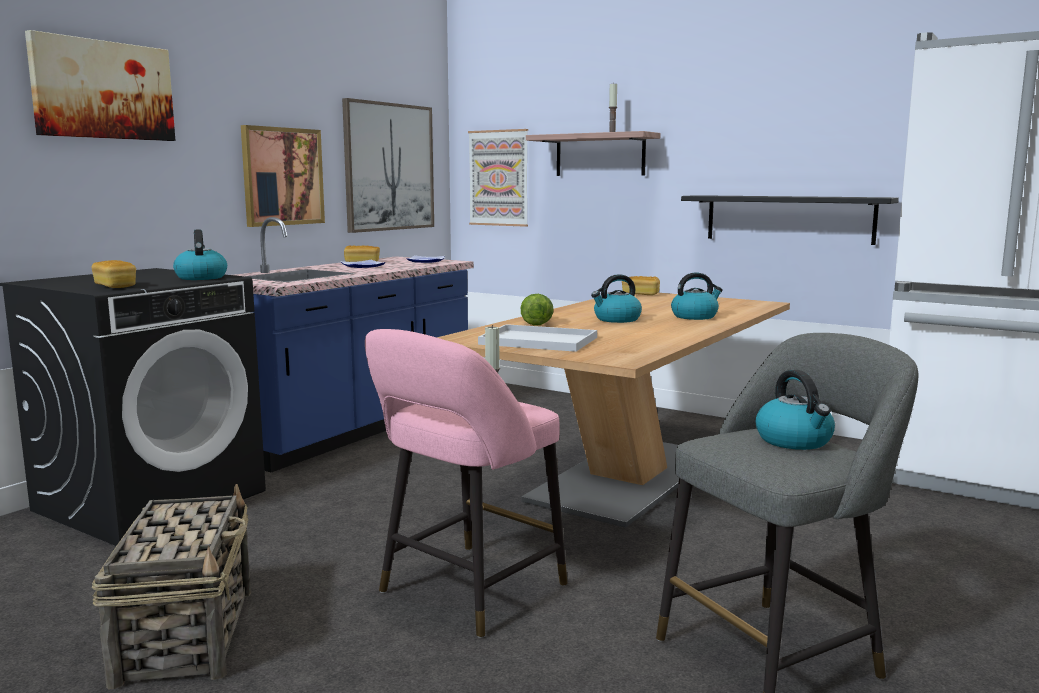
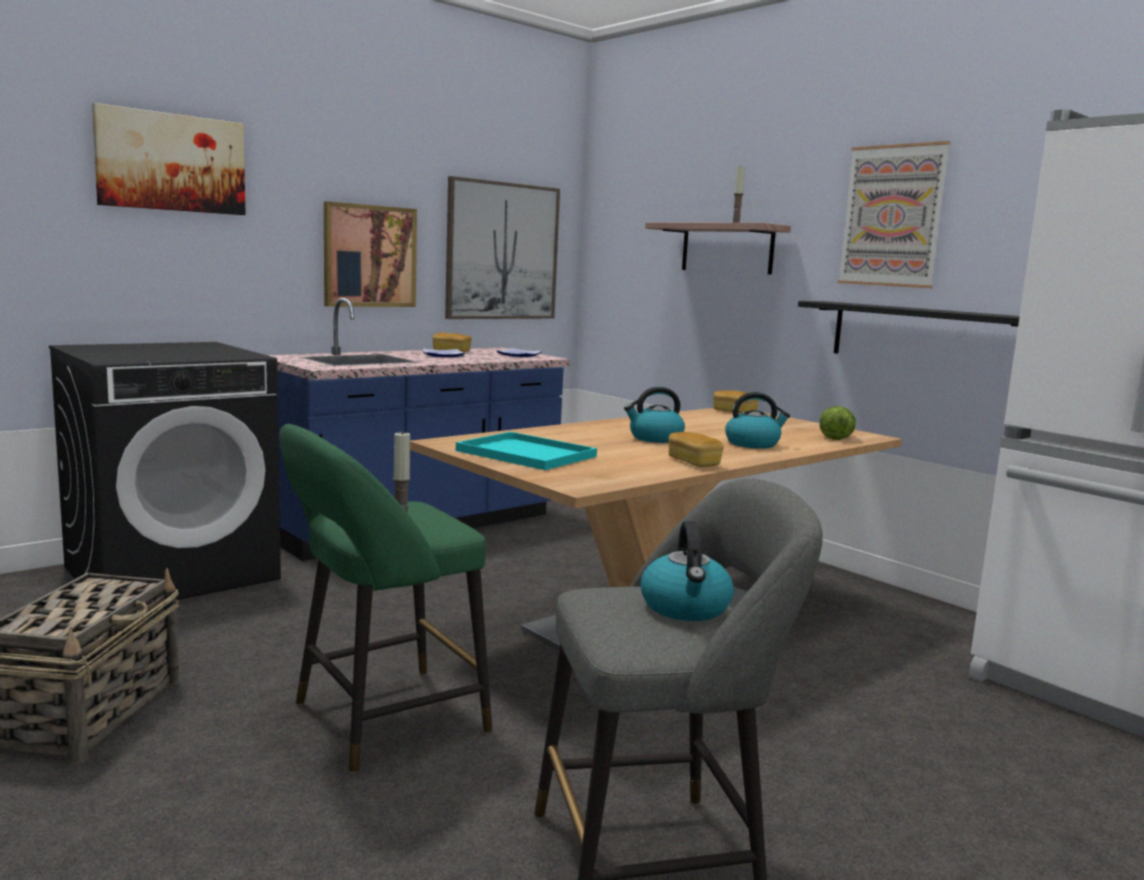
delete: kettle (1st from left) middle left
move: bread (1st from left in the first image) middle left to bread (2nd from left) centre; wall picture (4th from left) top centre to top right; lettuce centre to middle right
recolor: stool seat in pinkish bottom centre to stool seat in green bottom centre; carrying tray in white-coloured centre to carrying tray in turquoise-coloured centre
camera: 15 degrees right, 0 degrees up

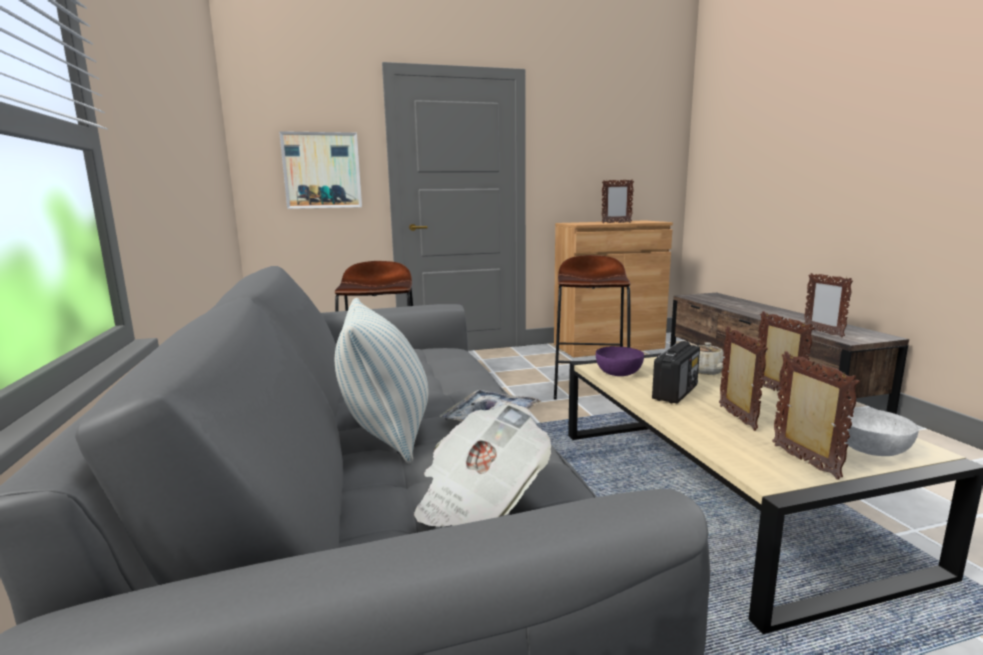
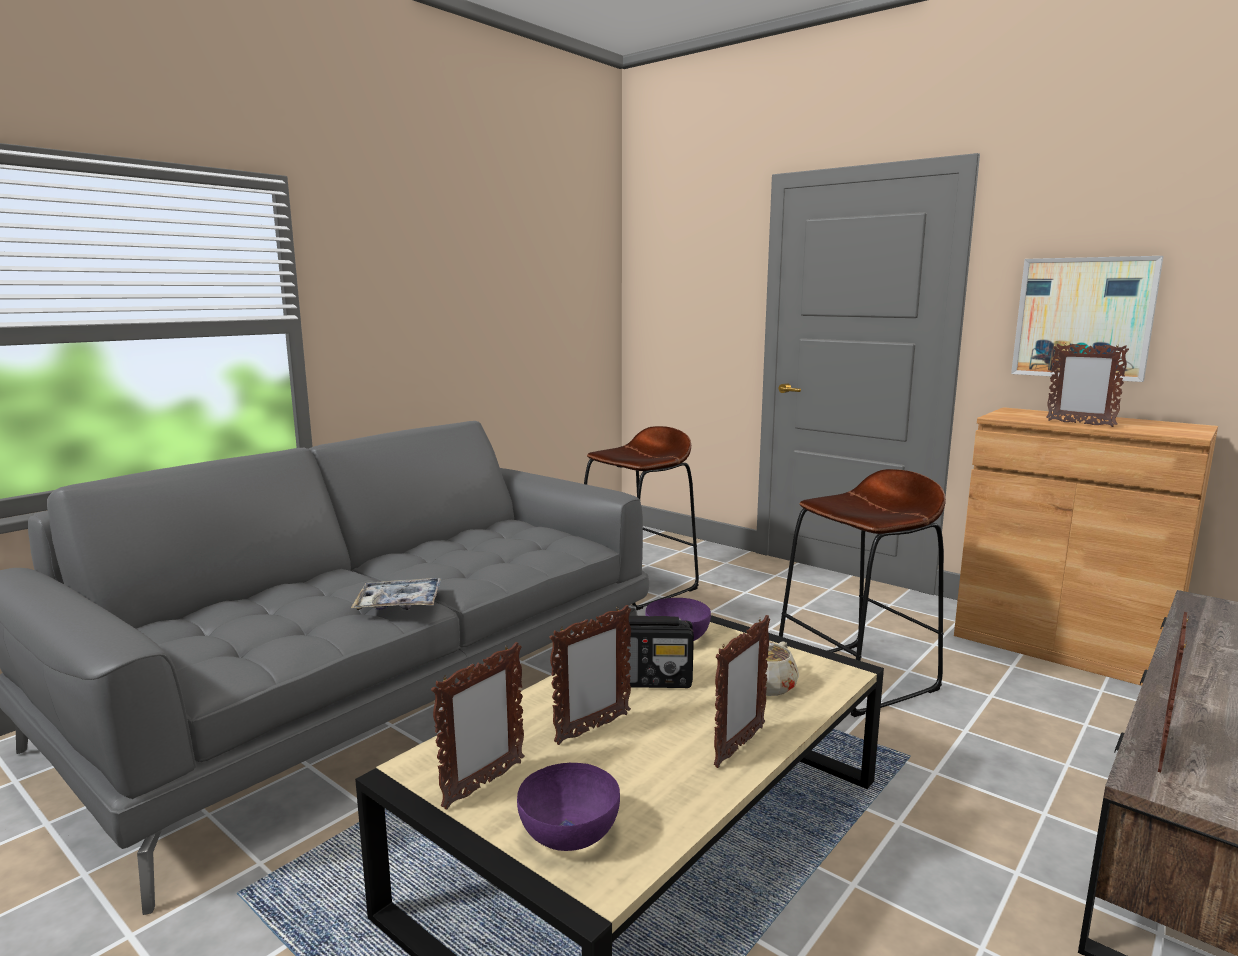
delete: pillow centre; daily paper bottom centre
move: wall picture top left to middle right
recolor: serving bowl in white-coloured middle right to serving bowl in purplish (1st from left) bottom centre
camera: 55 degrees right, 0 degrees up

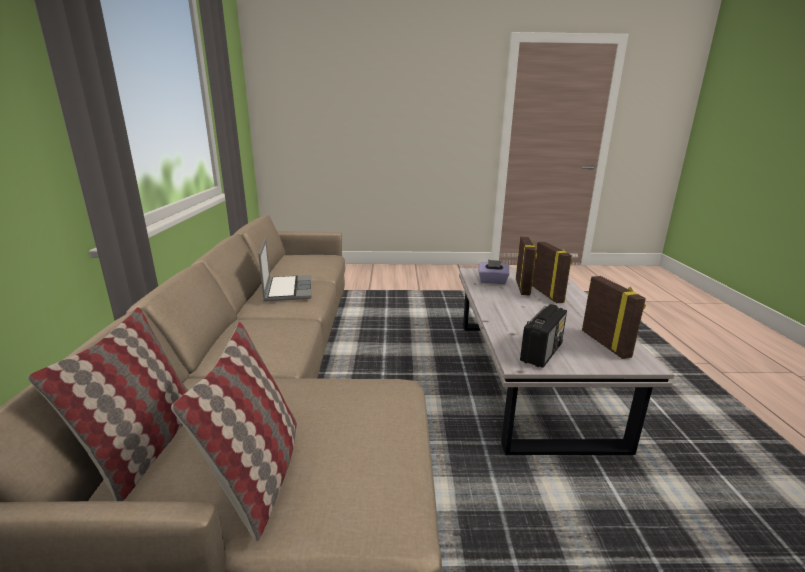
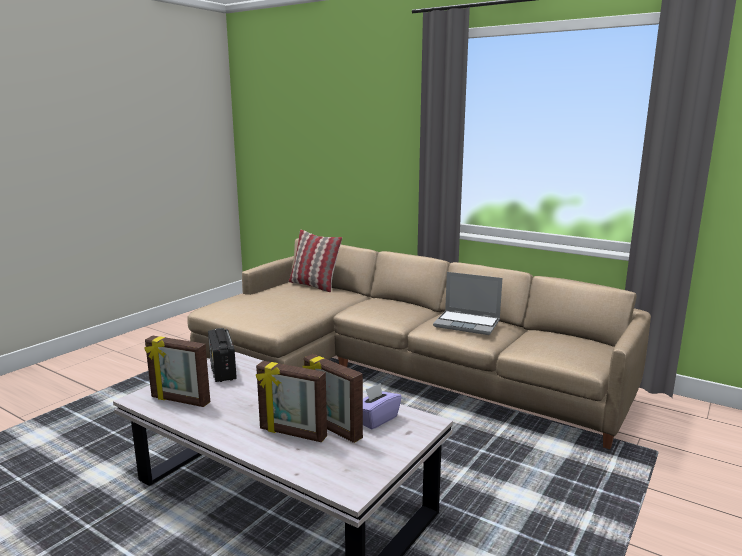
delete: pillow (2nd from left) bottom left
camera: 125 degrees right, 5 degrees down

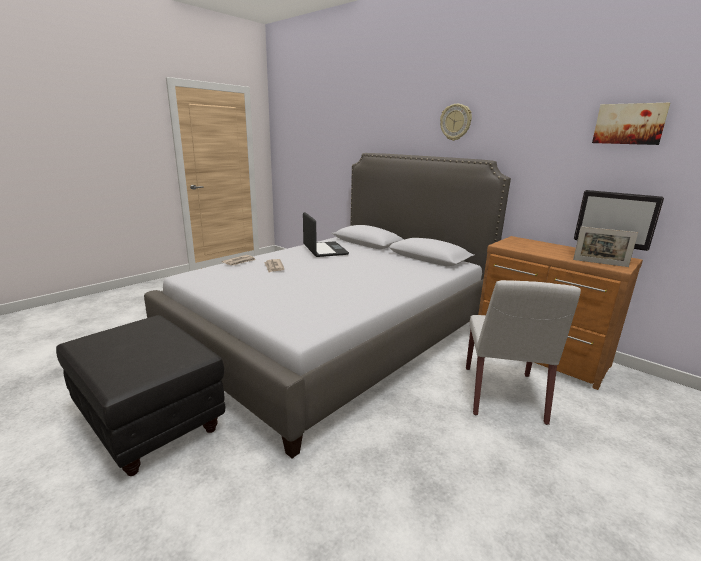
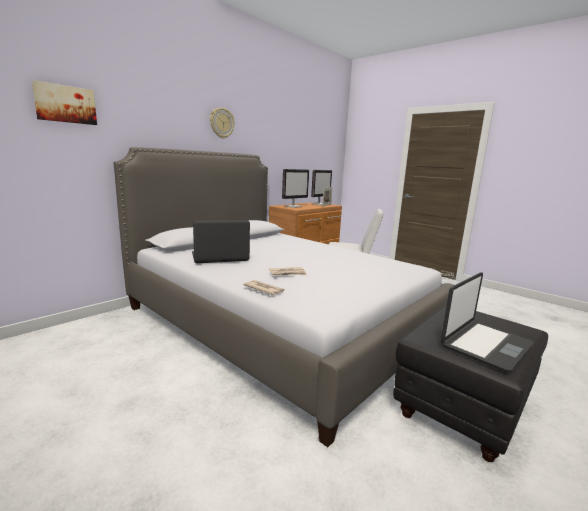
insert: computer display (1st from left) centre; laptop (2nd from left) middle right
move: wall picture top right to top left
camera: 90 degrees left, 5 degrees down

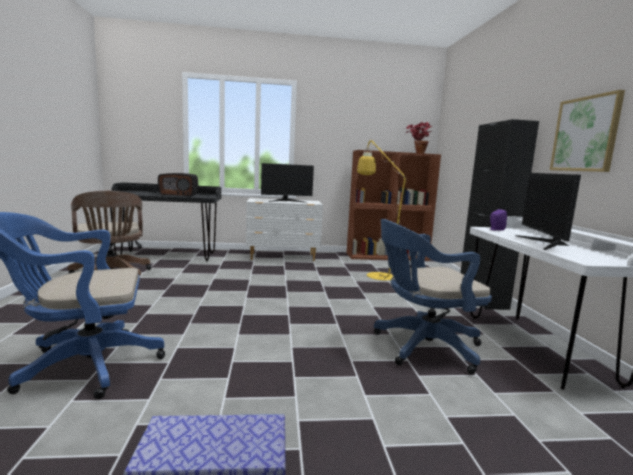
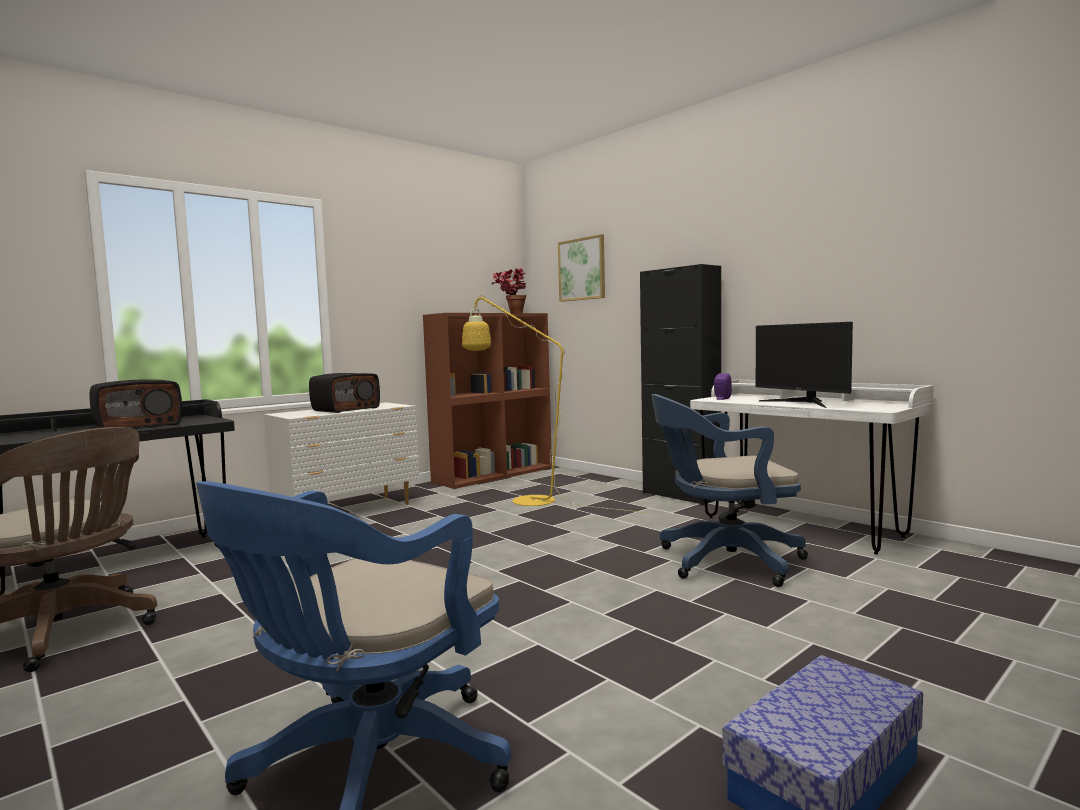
move: wall picture top right to top centre
replace: computer display (1st from left) centre to radio set (2nd from left) middle left
rotate: computer chair in blue (2nd from left) middle right = middle right 45 degrees clockwise
camera: 35 degrees left, 5 degrees down

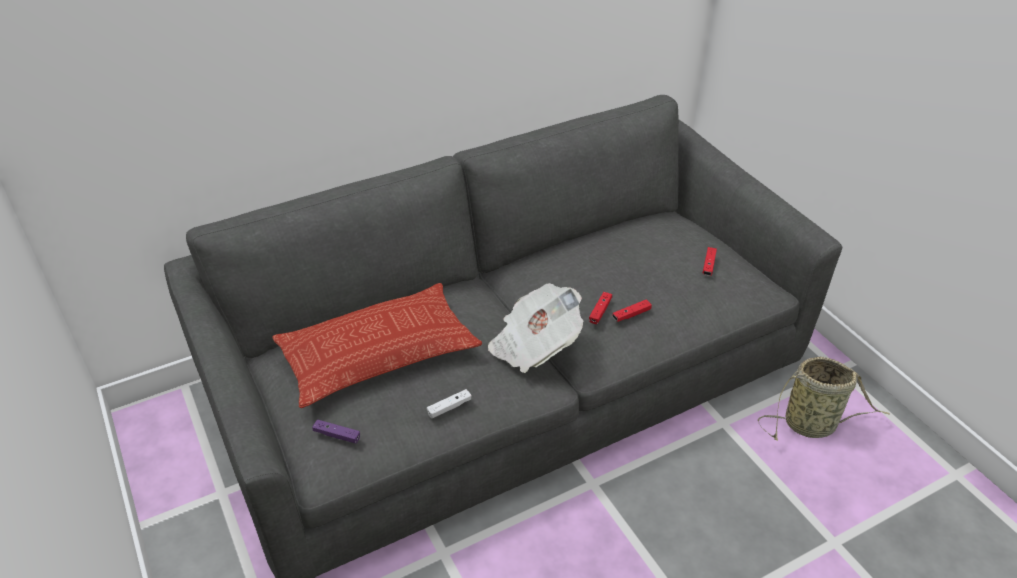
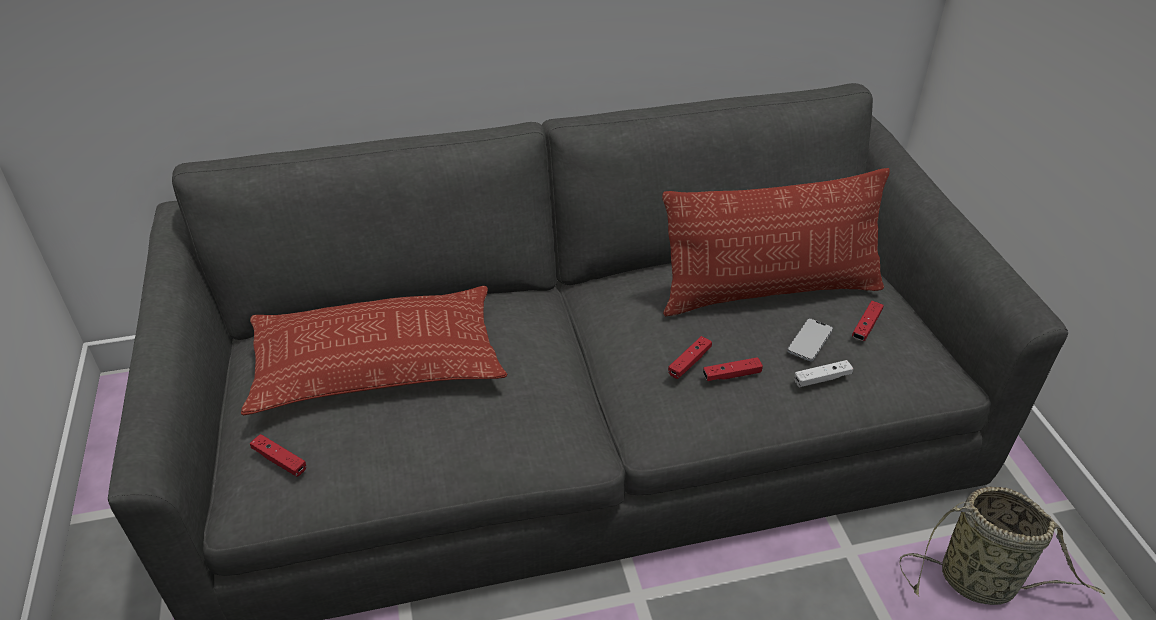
delete: daily paper centre
insert: pillow (2nd from left) middle right; telephone middle right
move: gamepad in white-coloured bottom centre to middle right
recolor: gamepad in purplish bottom left to gamepad in reddish (1st from left) bottom left
camera: 15 degrees right, 0 degrees up

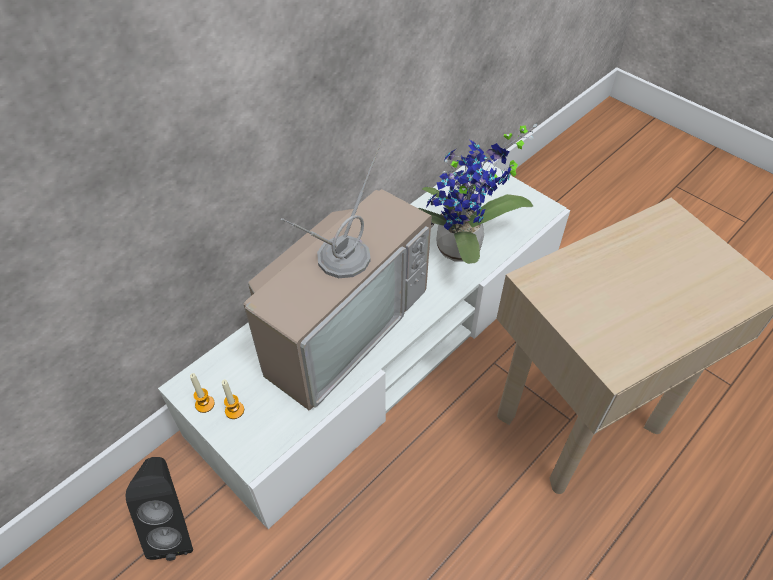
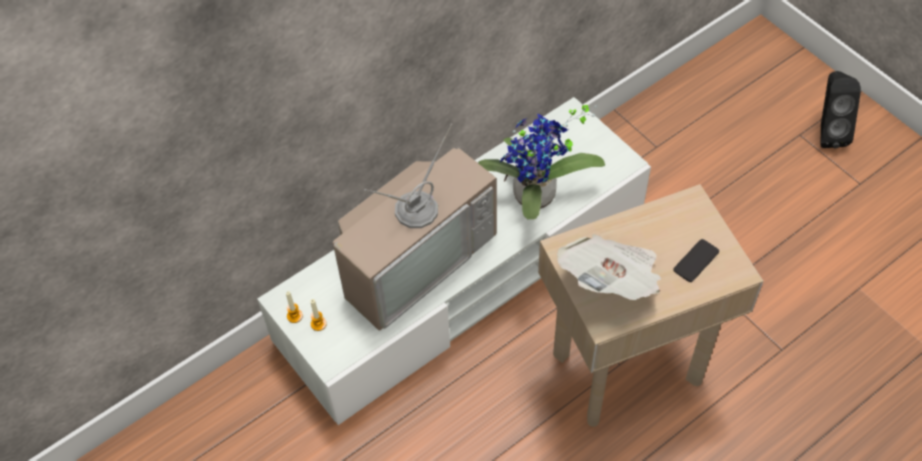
insert: daily paper centre; telephone middle right
move: loudspeaker in black-coloured bottom left to top right
camera: 10 degrees right, 5 degrees up

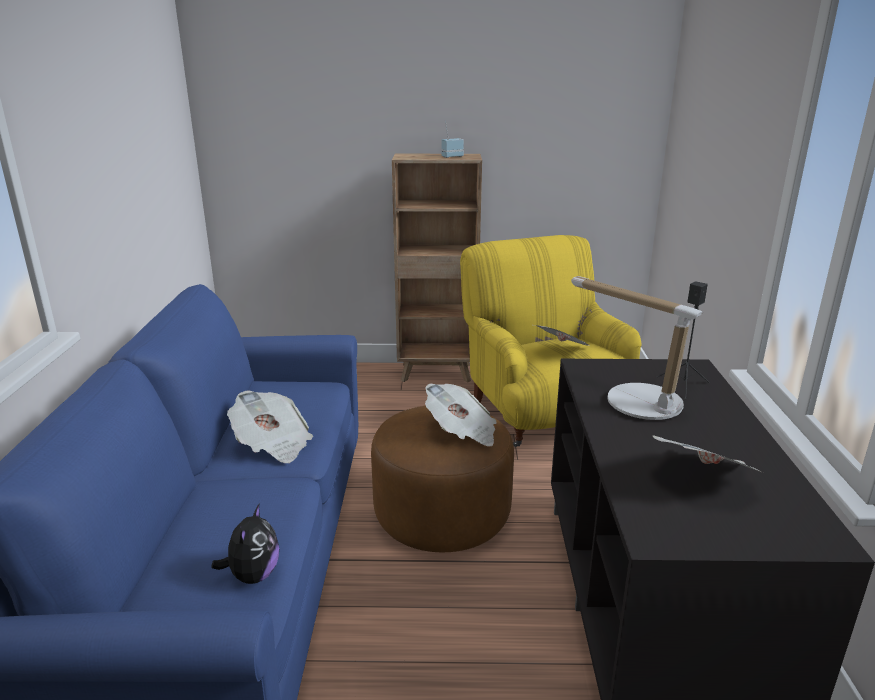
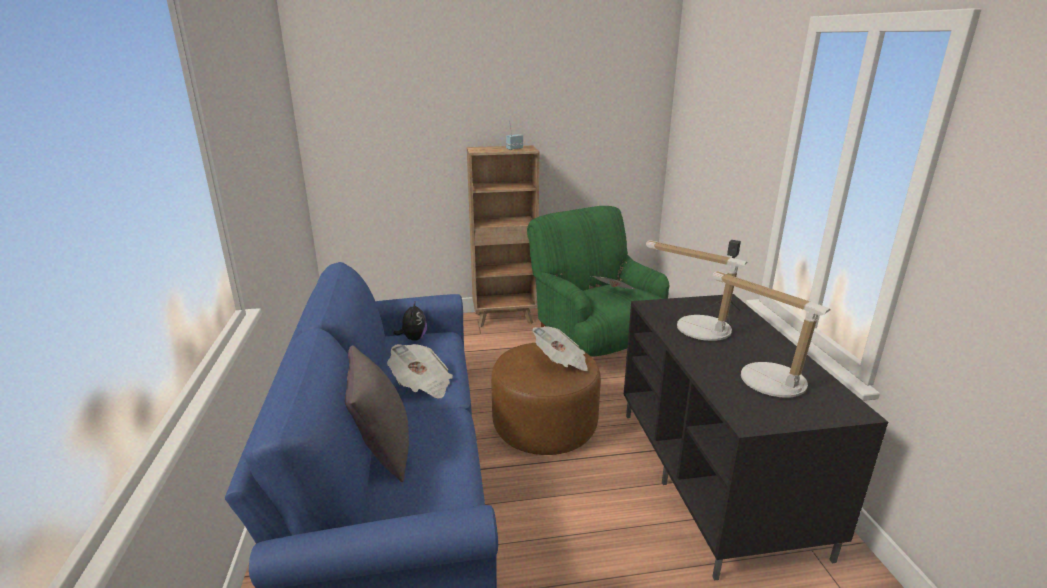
insert: pillow in grey bottom centre
move: cuddly toy bottom left to centre
replace: daily paper (4th from left) middle right to table lamp (2nd from left) middle right
recolor: easy chair in yellowish centre to easy chair in green centre
camera: 10 degrees left, 0 degrees up

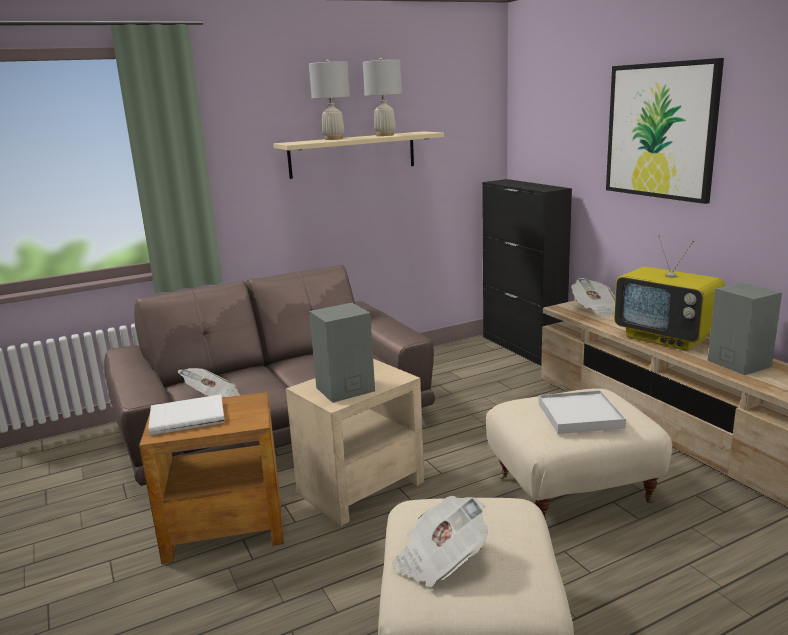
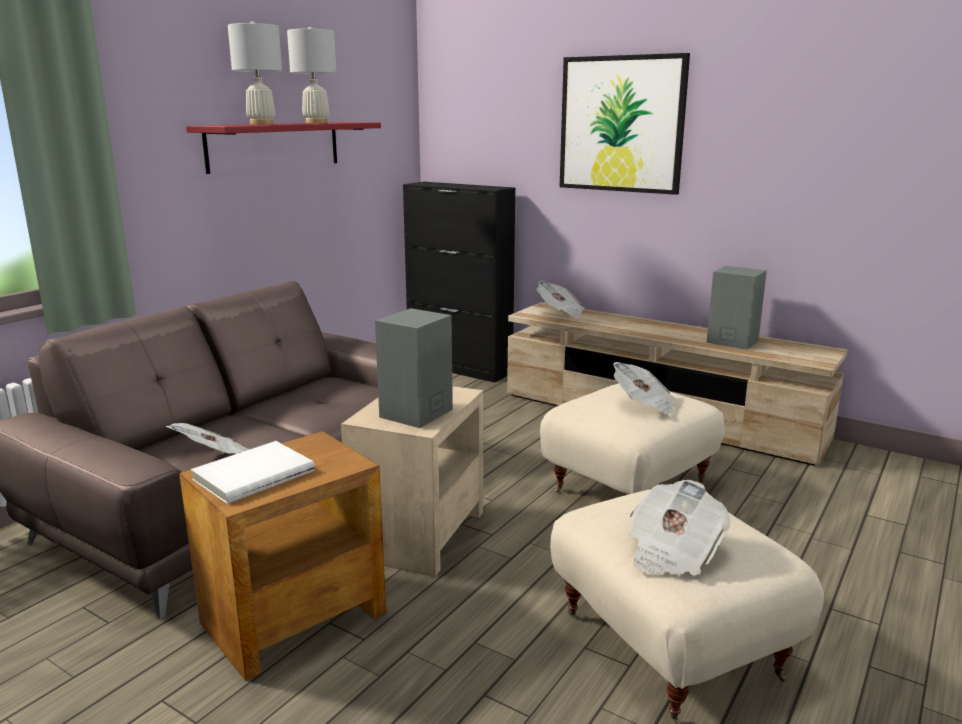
delete: TV set middle right
replace: carrying tray in white-coloured middle right to daily paper (3rd from left) middle right
recolor: shelf in beige-coloured top centre to shelf in reddish top left
camera: 30 degrees left, 0 degrees up

